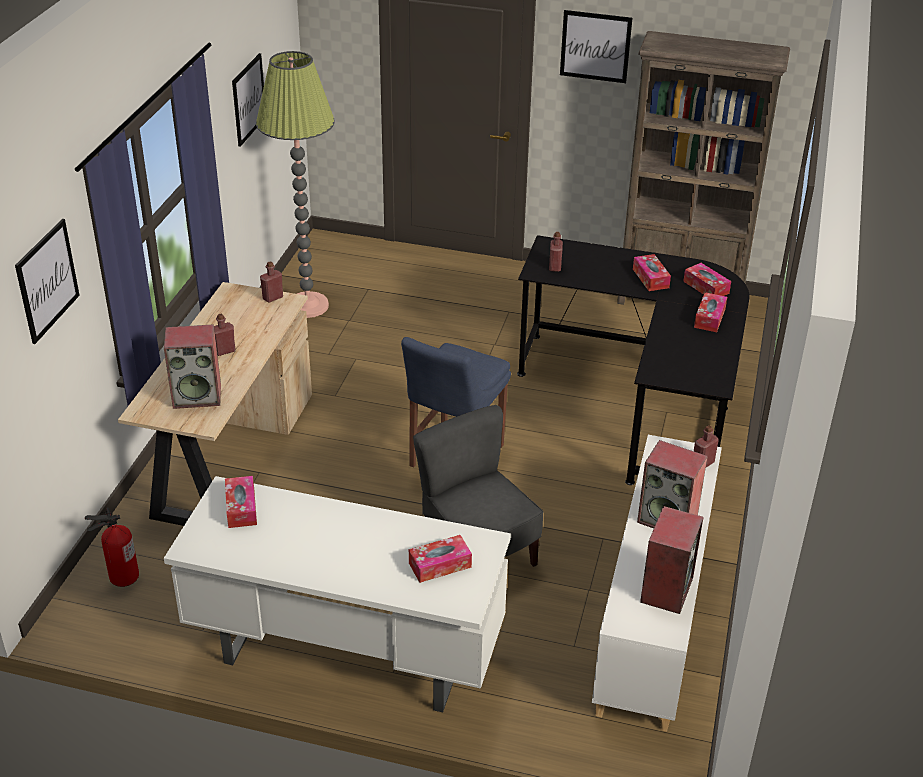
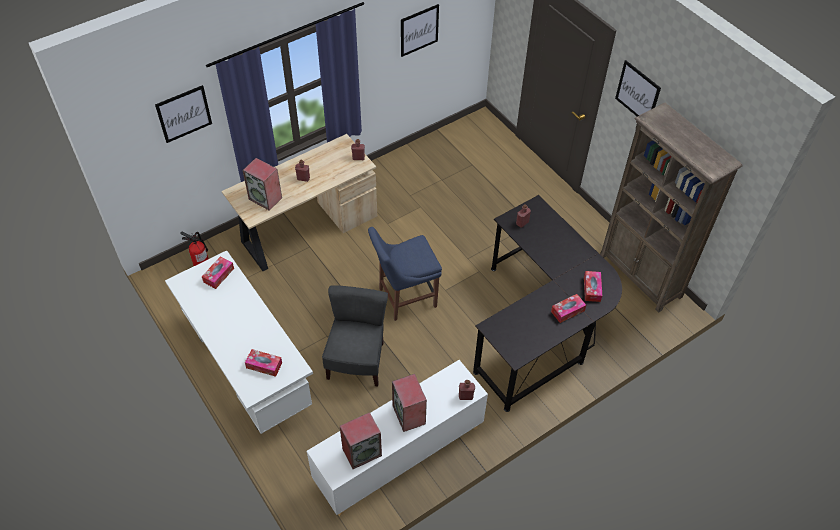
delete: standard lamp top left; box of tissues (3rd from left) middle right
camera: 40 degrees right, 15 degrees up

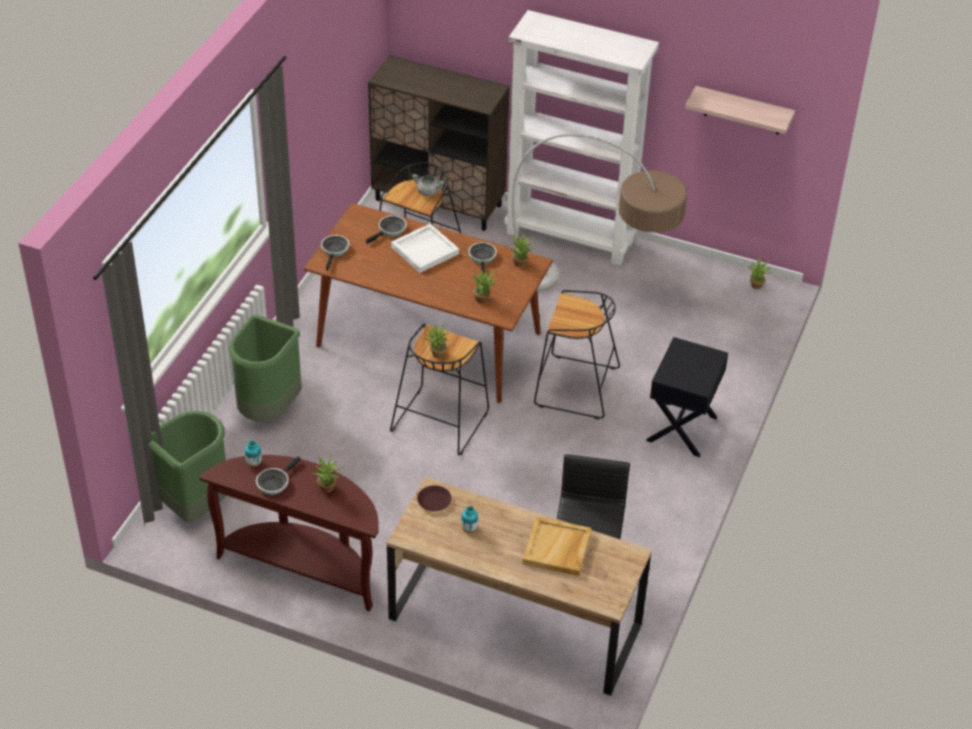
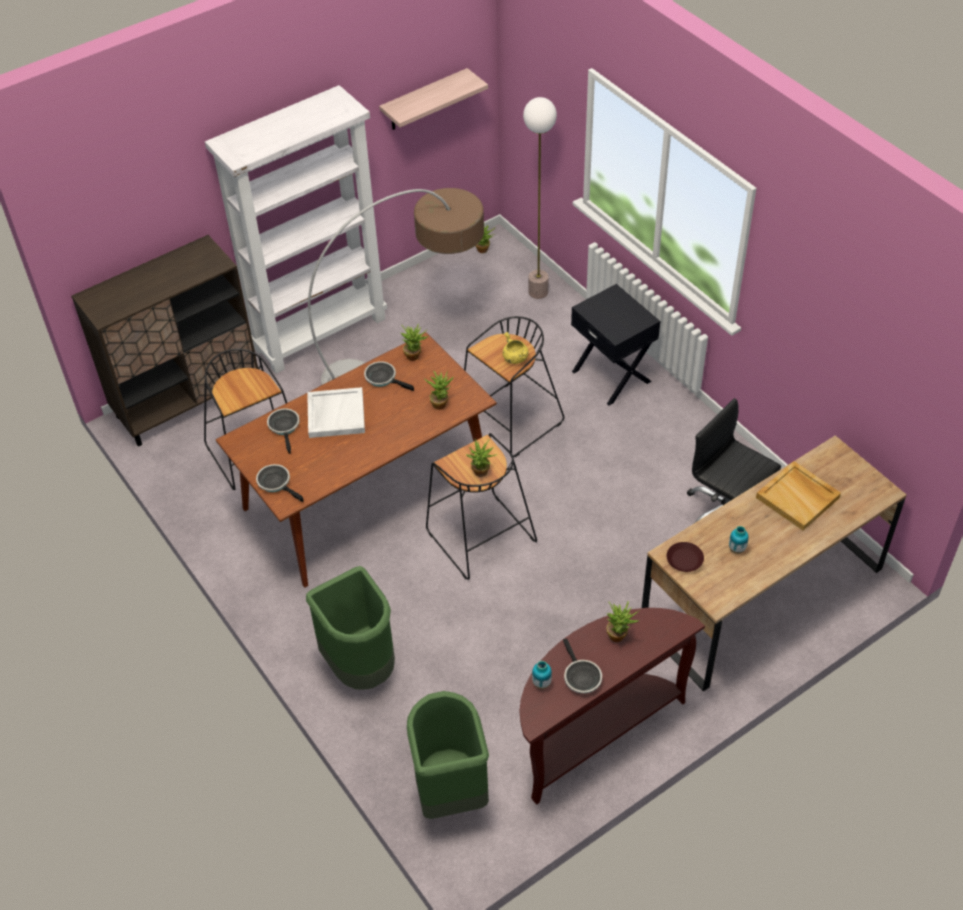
delete: saucepot in grey top centre
insert: saucepot in yellowish centre; standard lamp (2nd from left) top centre
camera: 55 degrees left, 5 degrees up

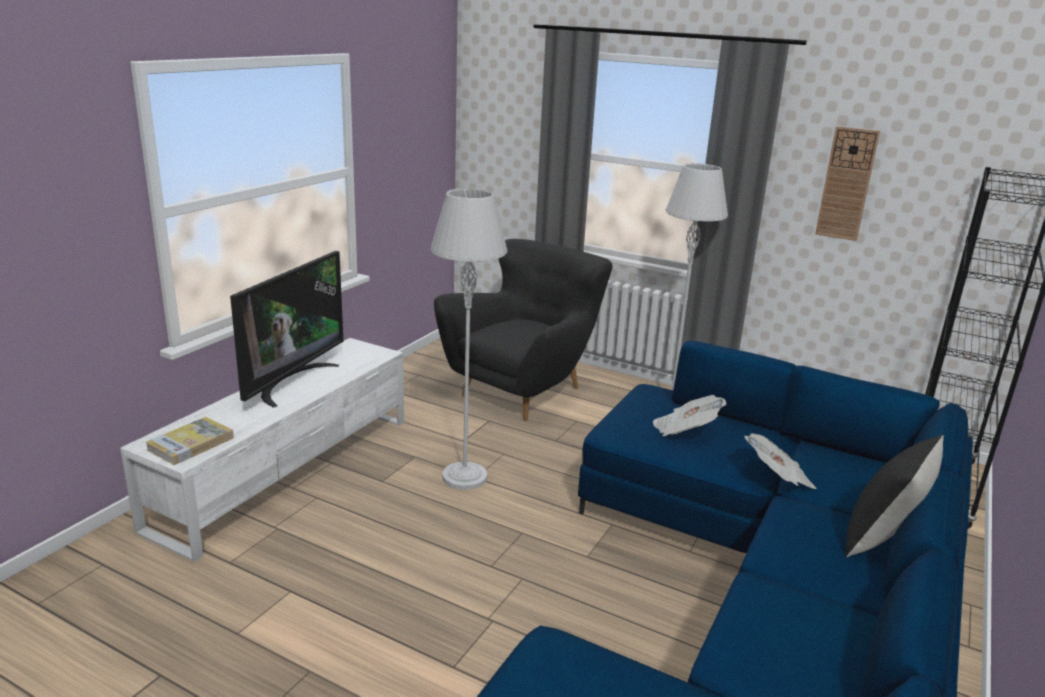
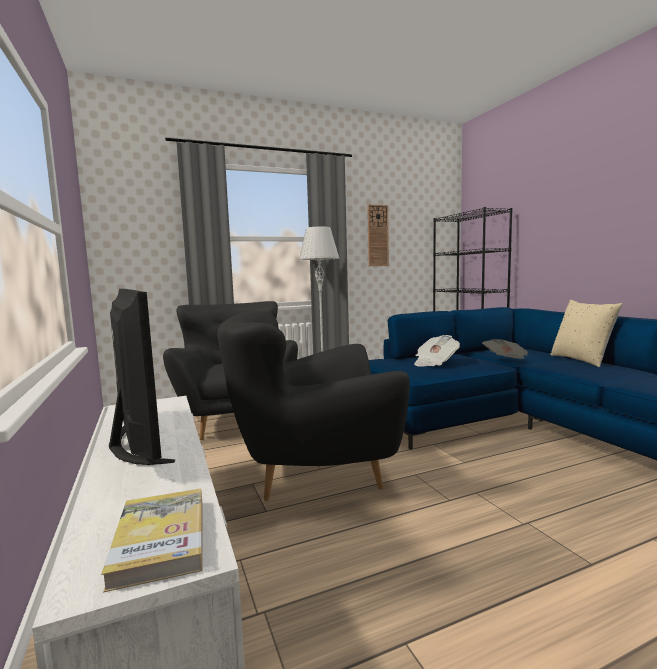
replace: standard lamp in grey (1st from left) centre to easy chair in black-coloured (2nd from left) centre
recolor: pillow in black-coloured bottom right to pillow in beige-coloured middle right
camera: 50 degrees left, 15 degrees down

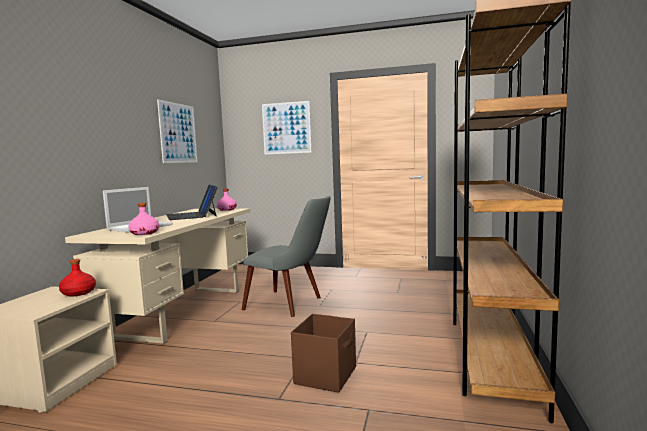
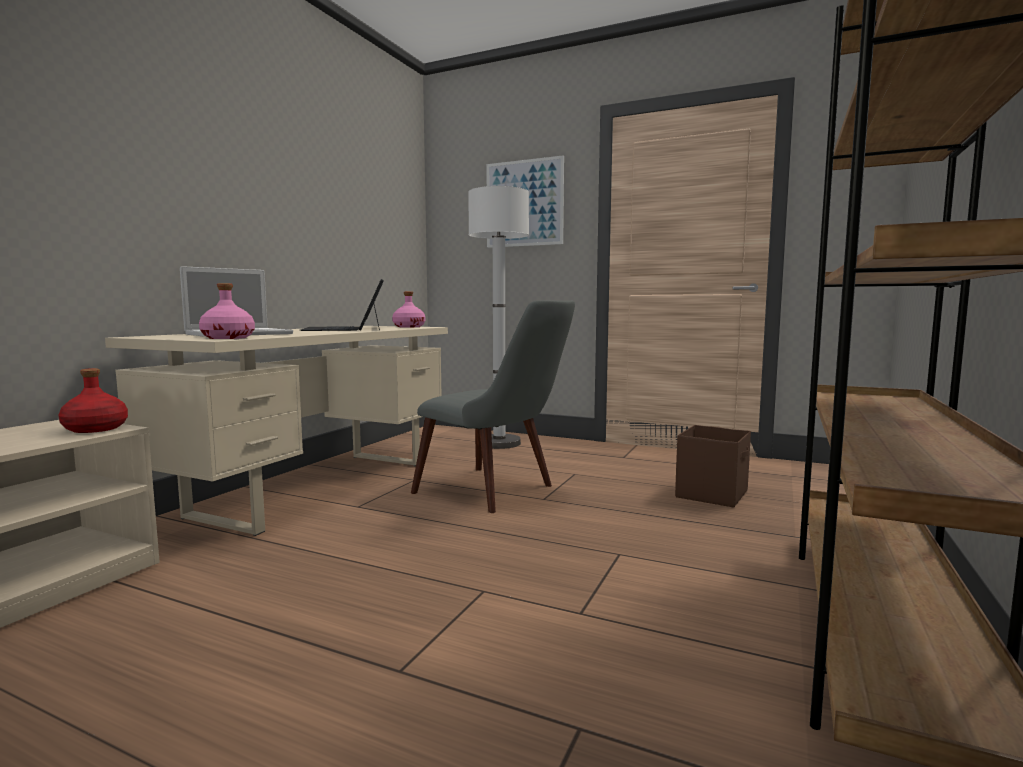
delete: wall picture (1st from left) top left
insert: standard lamp in white-coloured centre
move: storage bin in brown-coloured bottom centre to middle right
camera: 10 degrees right, 0 degrees up

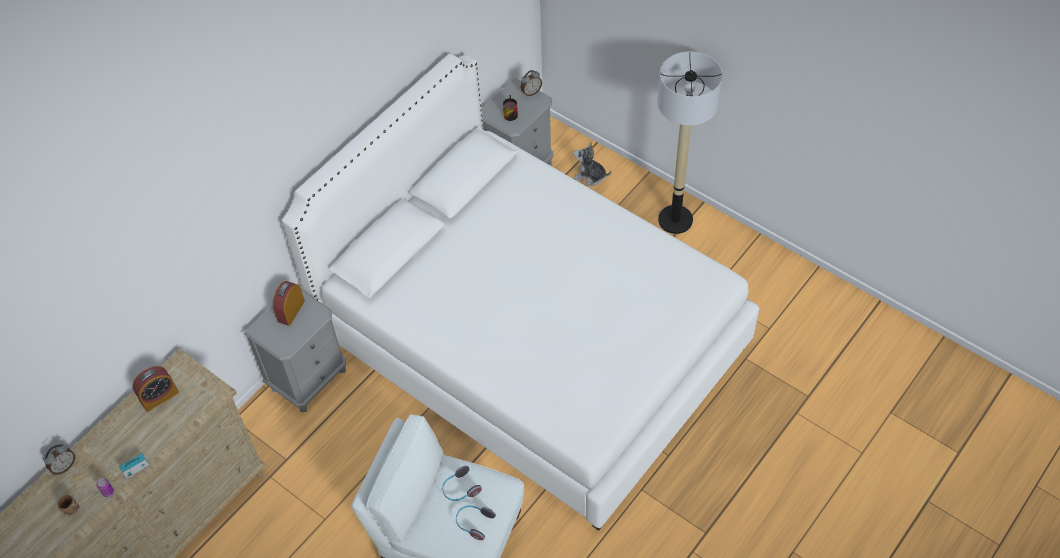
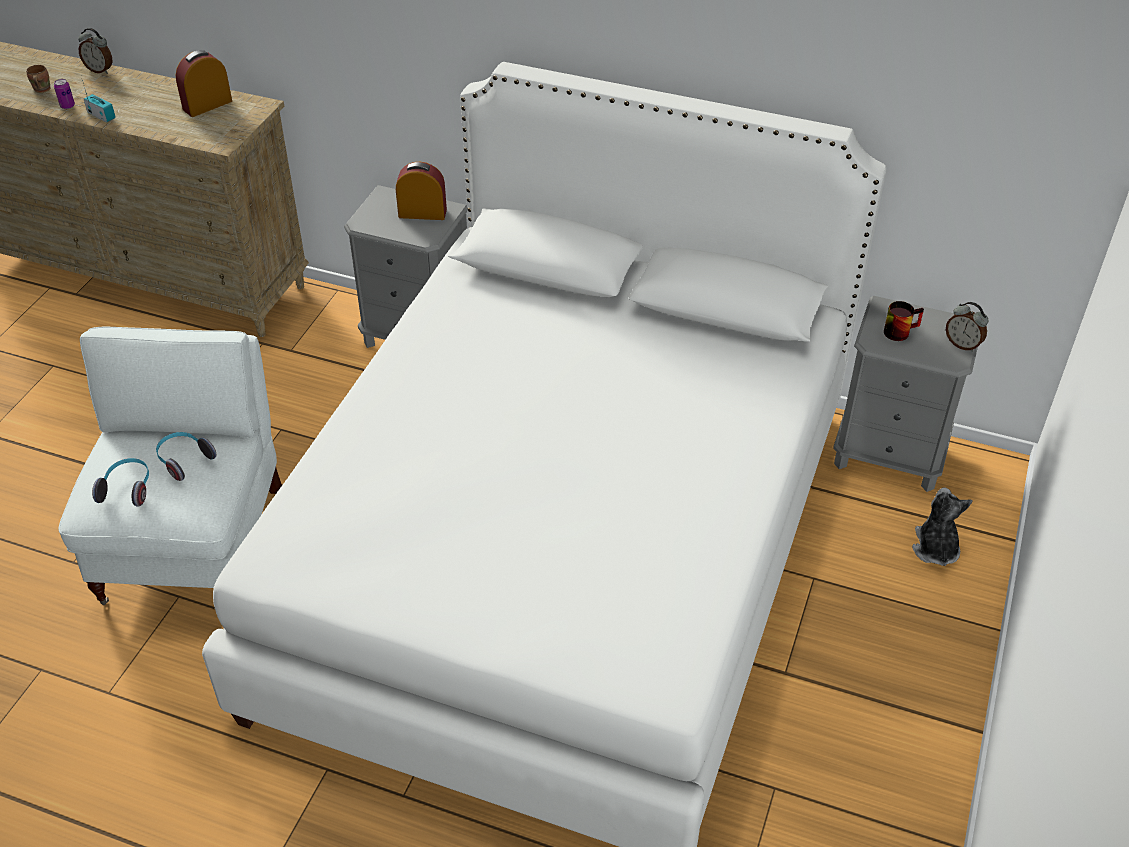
delete: standard lamp top centre
rotate: alarm clock (2nd from left) bottom left = top left 105 degrees clockwise
camera: 70 degrees right, 10 degrees down

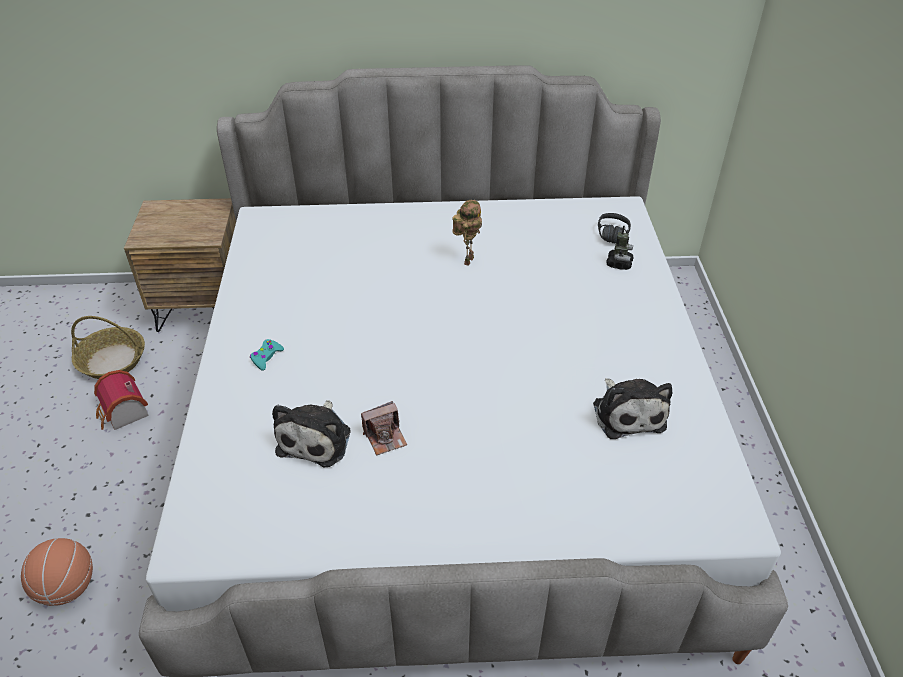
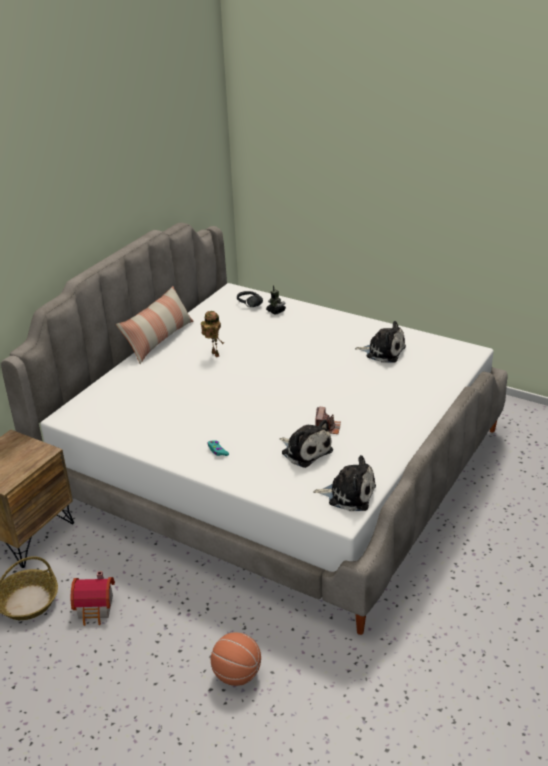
insert: pillow middle left; cuddly toy (2nd from left) centre
camera: 55 degrees left, 10 degrees down

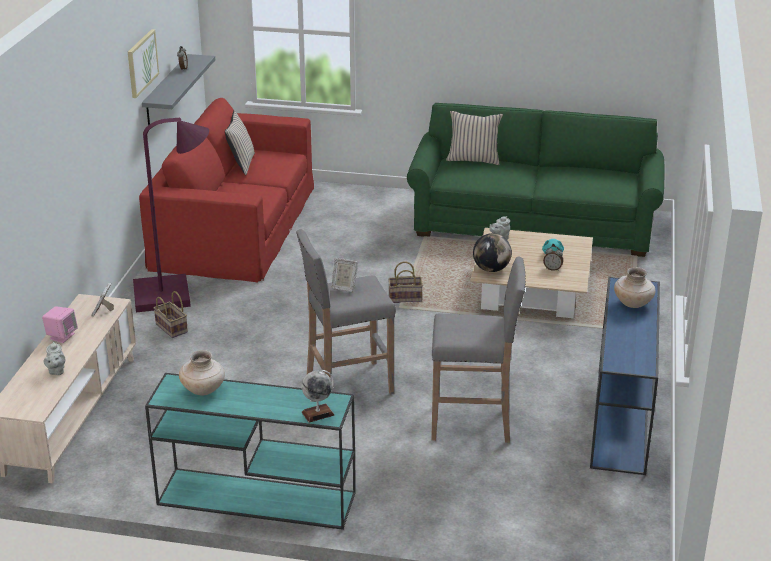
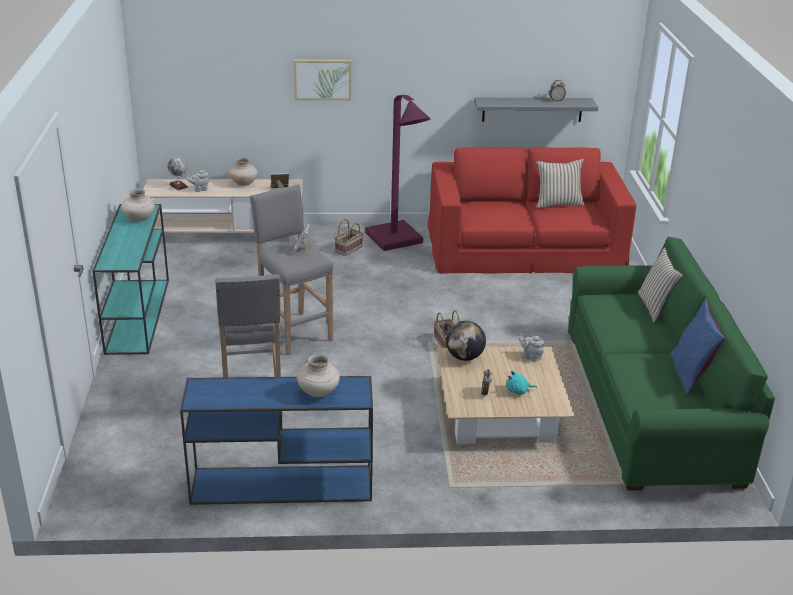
insert: pillow in blue middle right
move: wall picture top left to top centre; globe (1st from left) bottom centre to top left
replace: loudspeaker in pinkish middle left to vase in beige-coloured (2nd from left) top left
camera: 75 degrees right, 0 degrees up

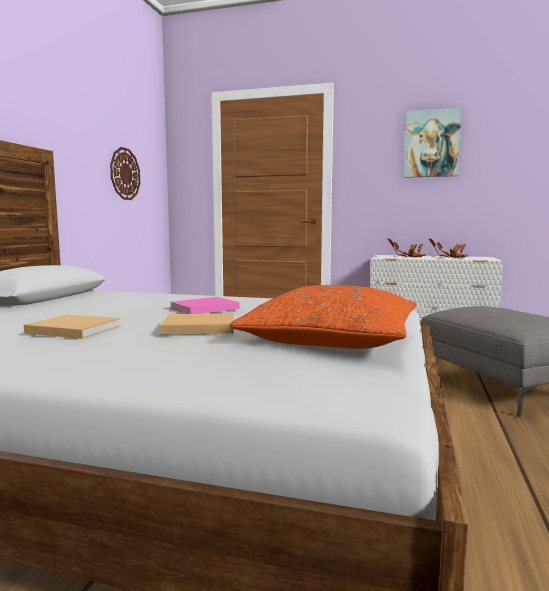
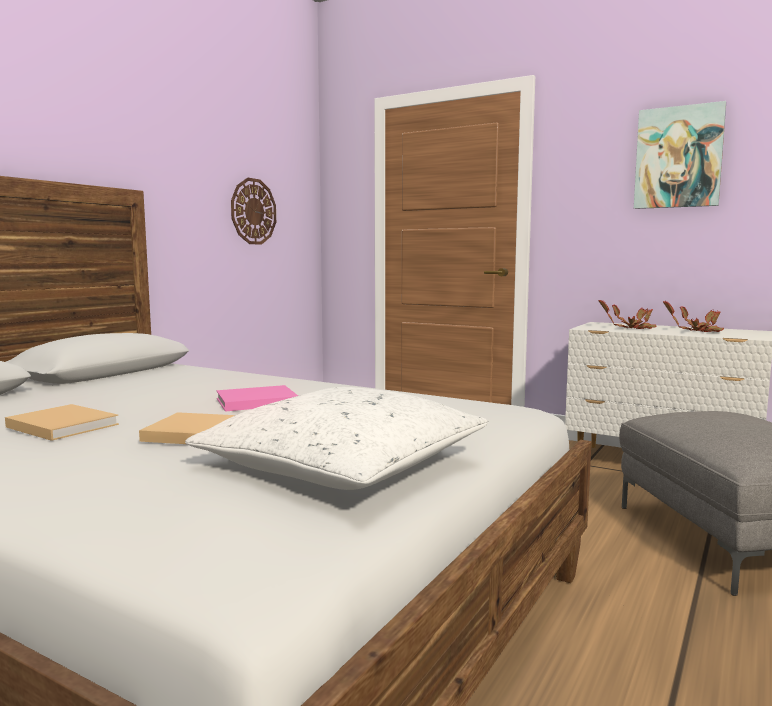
recolor: pillow in orange-coloured centre to pillow in white-coloured centre
camera: 15 degrees right, 0 degrees up

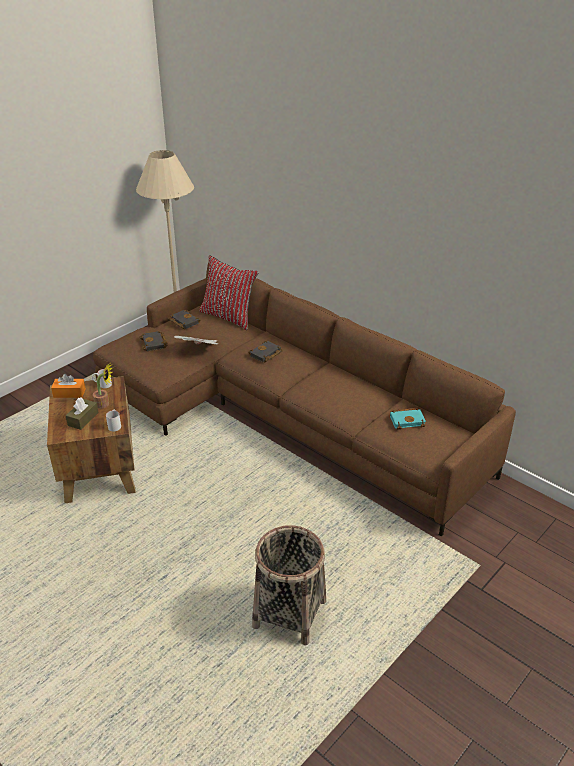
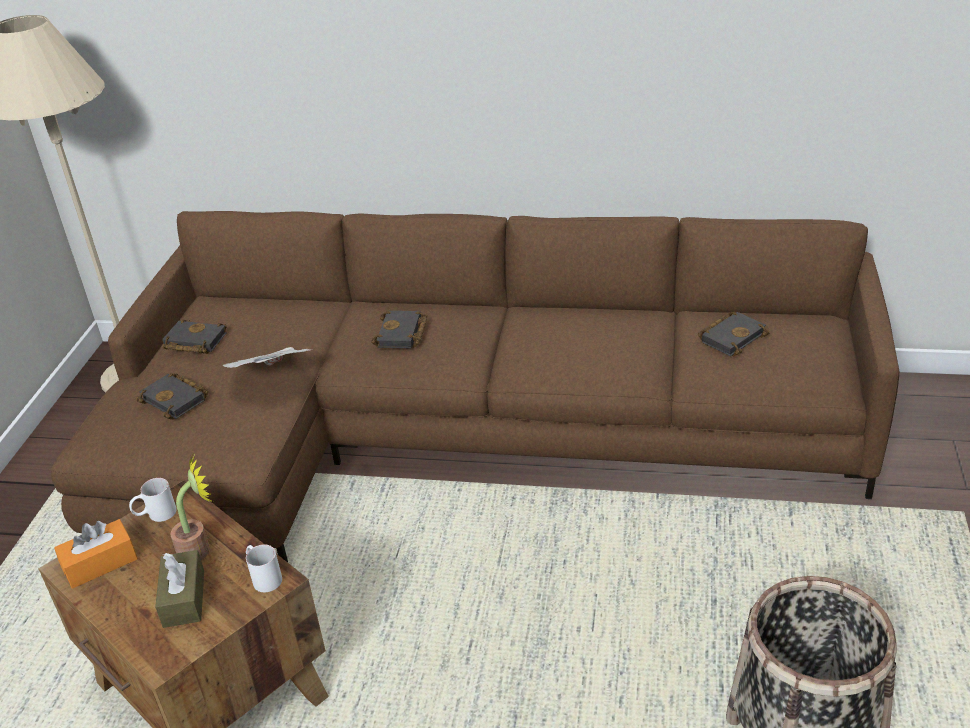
delete: pillow in reddish centre
recolor: book in turquoise-coloured middle right to book in black-coloured (4th from left) middle right
camera: 30 degrees left, 0 degrees up

